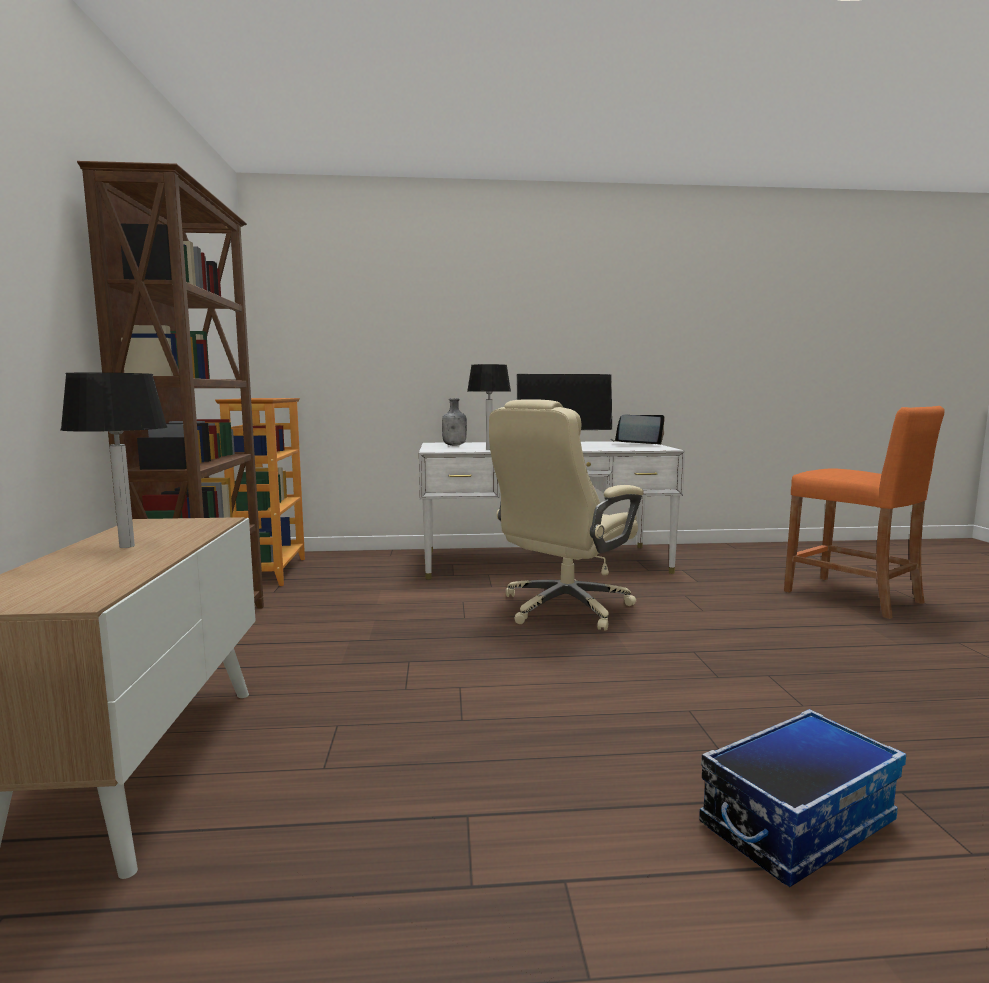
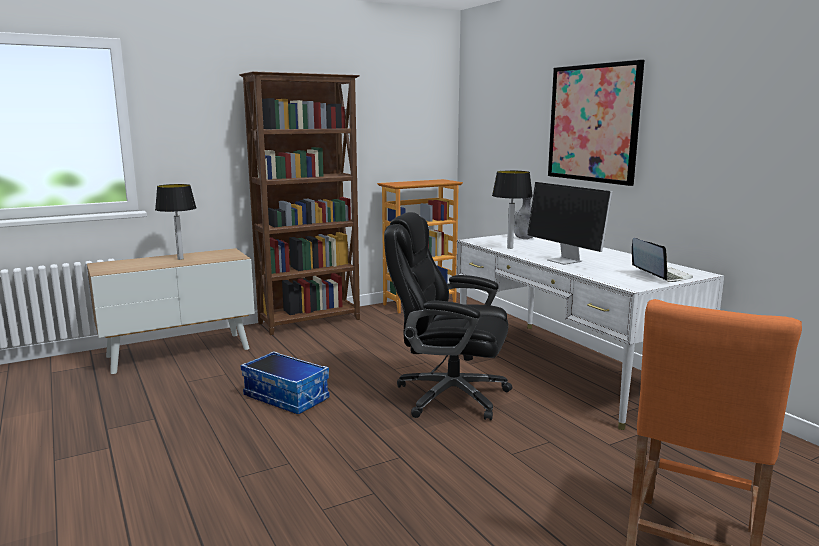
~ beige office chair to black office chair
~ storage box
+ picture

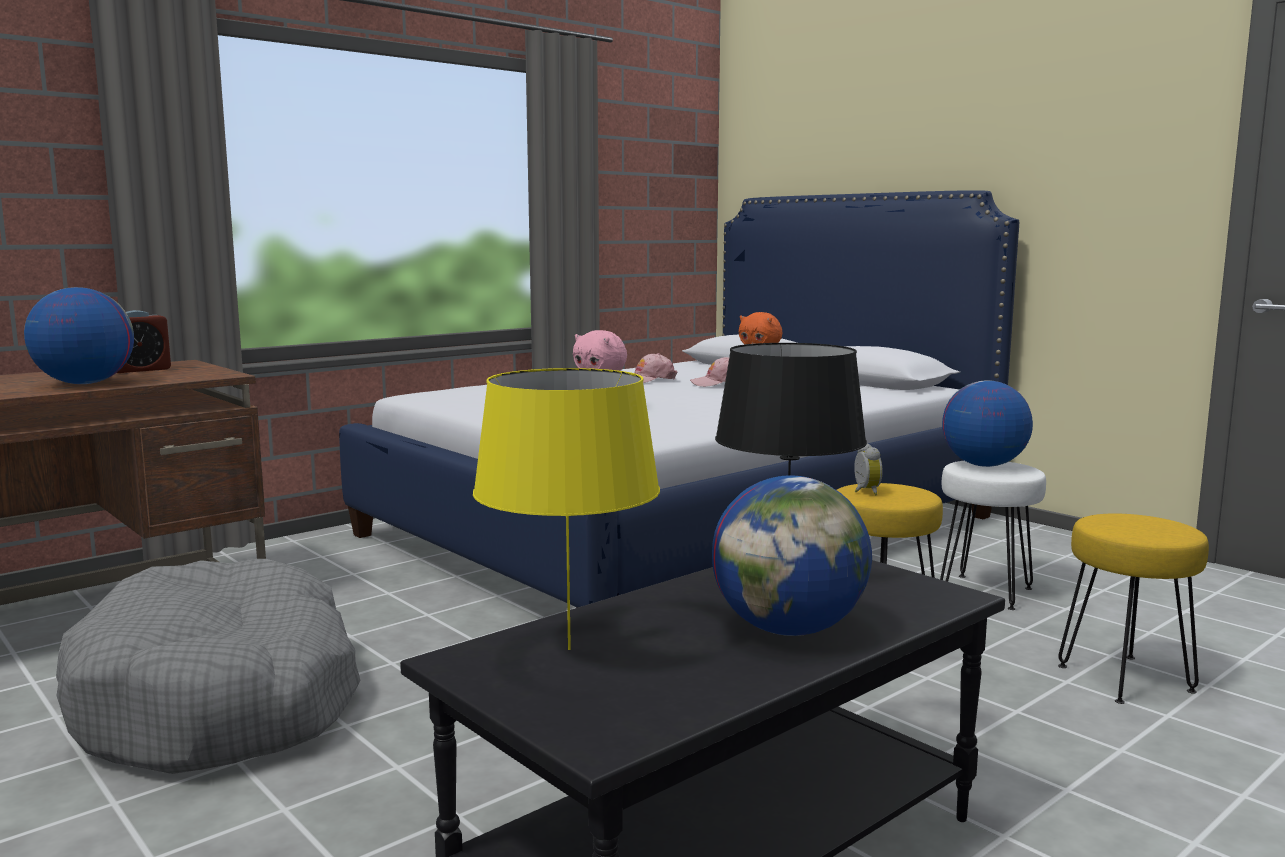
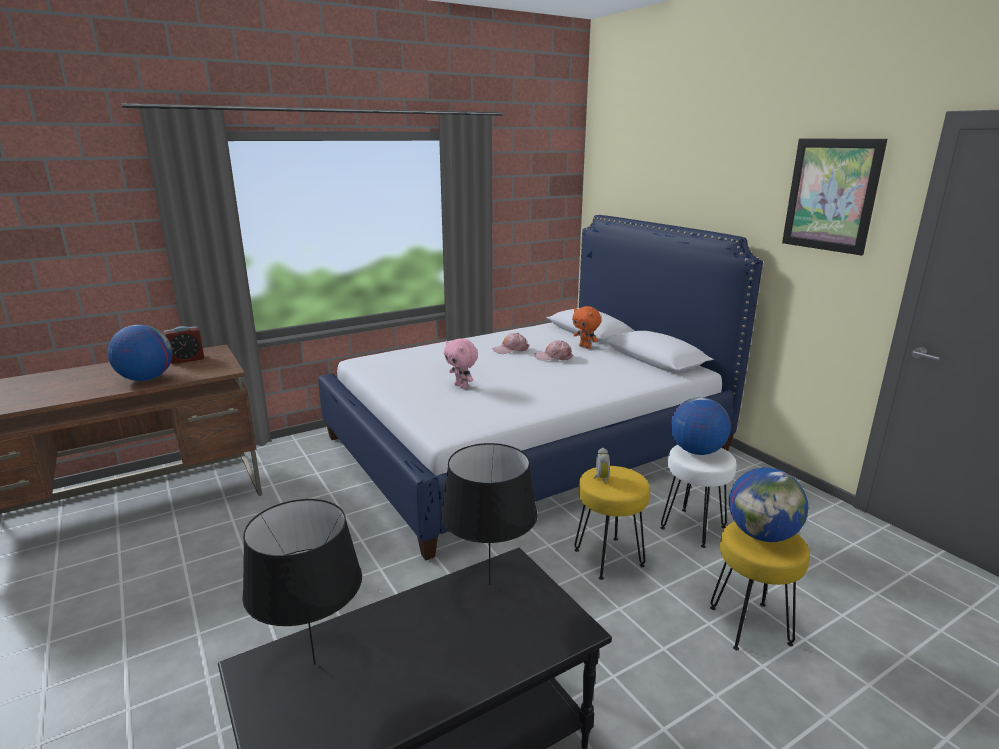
- grey dog bed
~ yellow table lamp to black table lamp (no. 1 from left)
~ globe (no. 2 from left in the first image) to globe (no. 3 from left)
+ picture

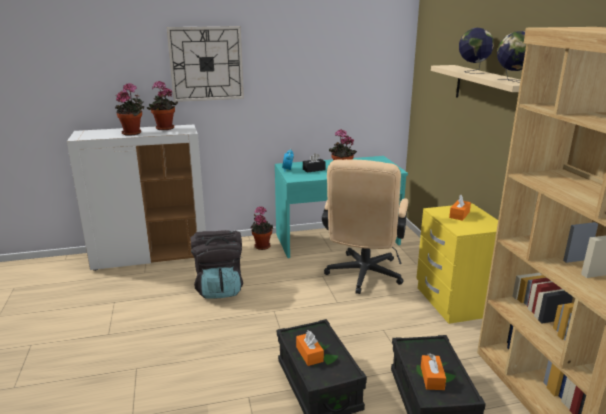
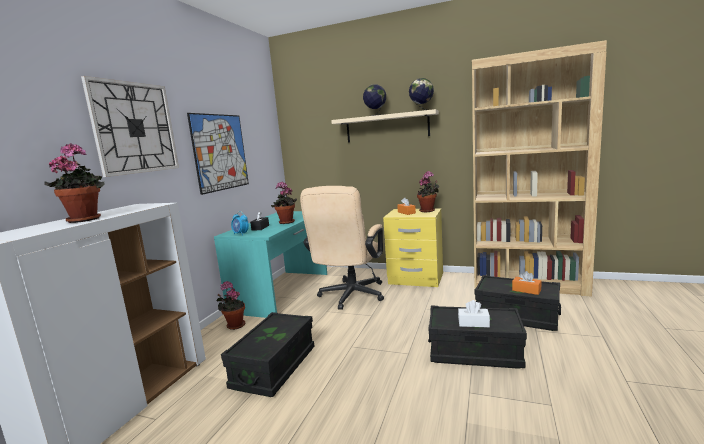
~ potted plant (no. 2 from left in the first image) to potted plant (no. 4 from left)
~ black backpack to black storage box (no. 1 from left)
~ orange tissue box (no. 1 from left) to white tissue box
~ beige office chair 60 degrees clockwise
+ picture

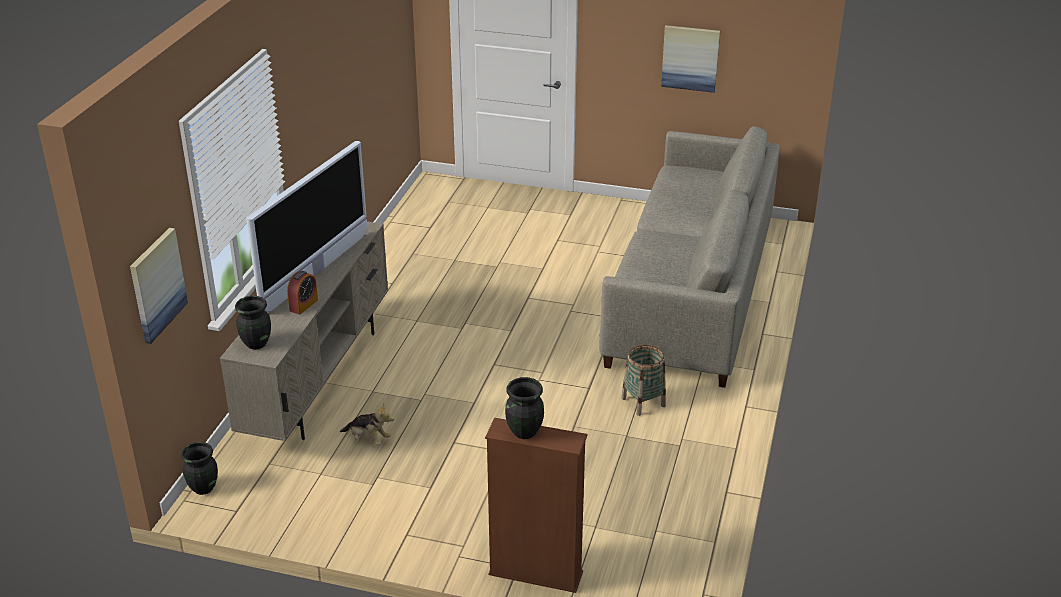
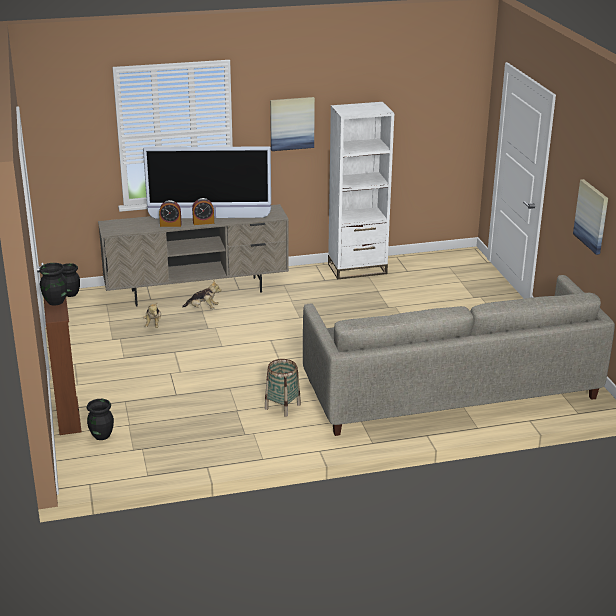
~ picture (no. 1 from left)
~ black vase (no. 2 from left in the first image) to black vase (no. 3 from left)
+ plush toy (no. 2 from left)
+ alarm clock (no. 2 from left)
+ white bookcase

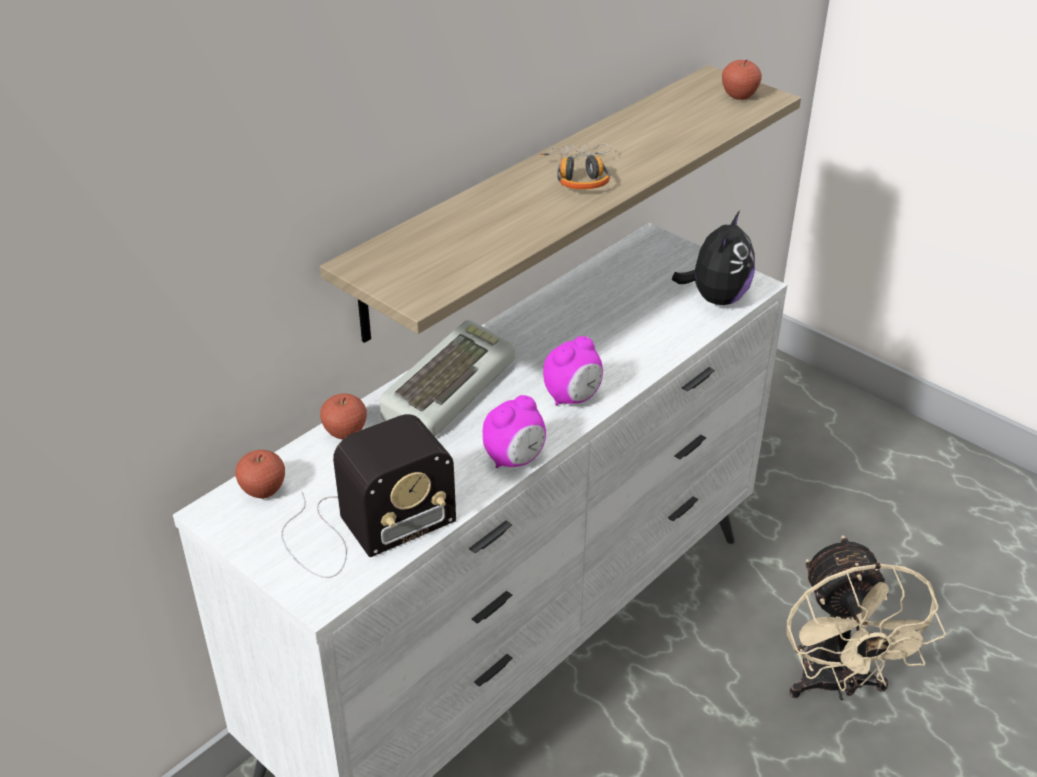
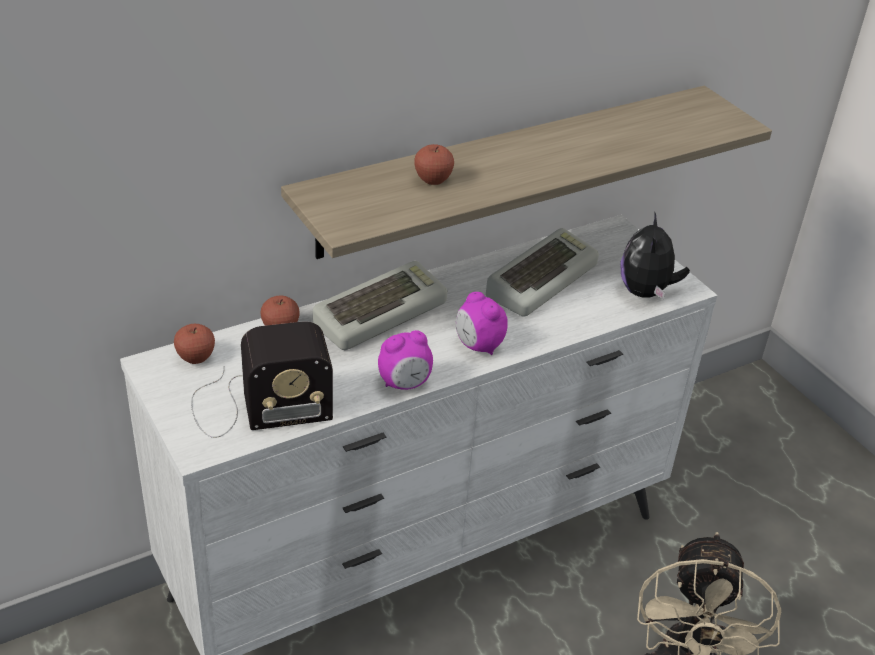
- headphones
~ alarm clock (no. 2 from left) 75 degrees clockwise
~ plush toy 150 degrees clockwise
~ apple (no. 3 from left)
+ keyboard (no. 2 from left)

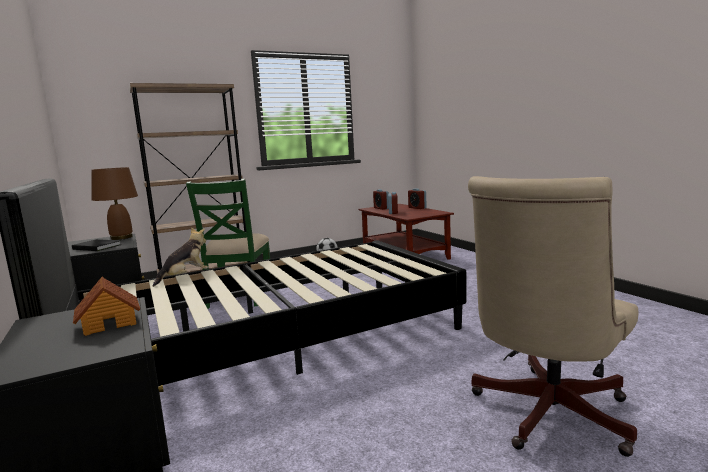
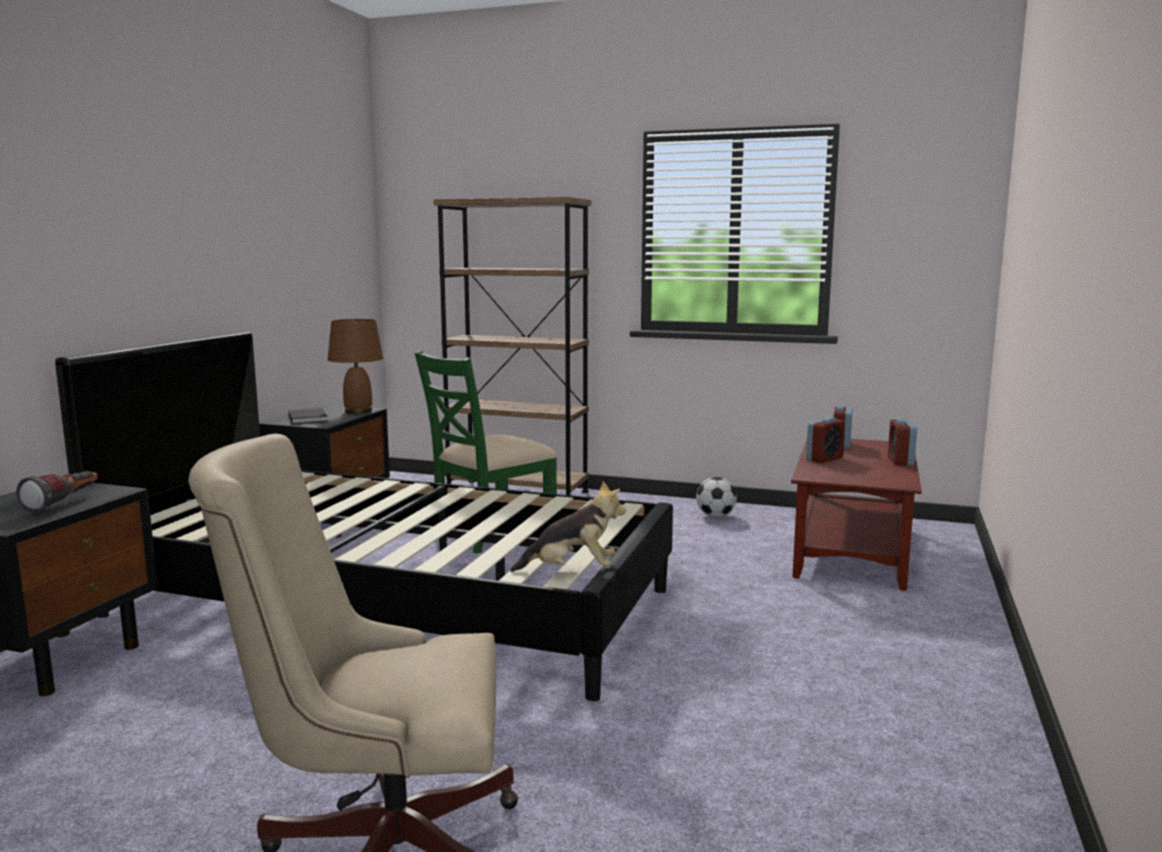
~ toy house to flashlight
~ plush toy

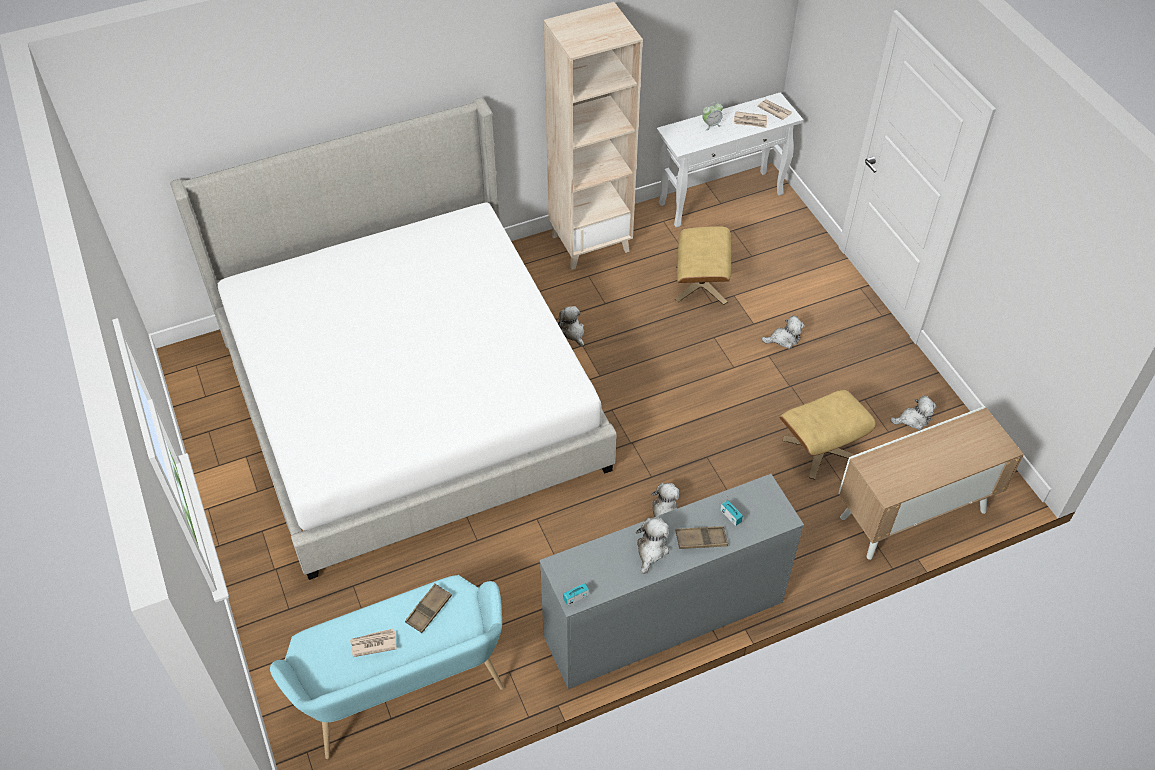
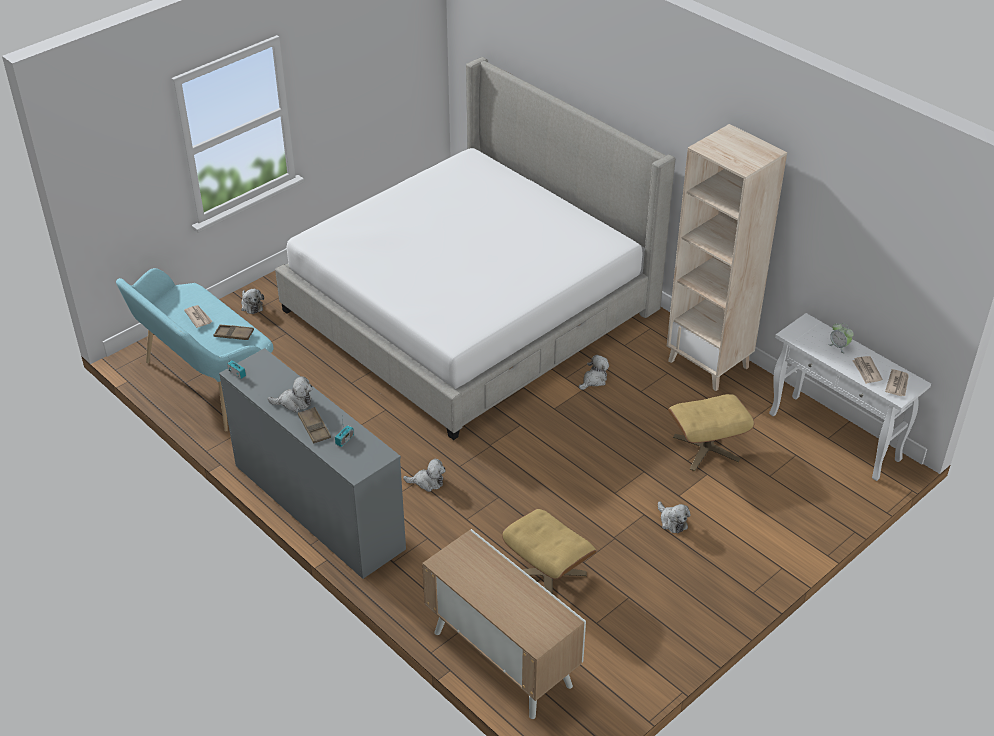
~ plush toy (no. 5 from left in the first image) to plush toy (no. 1 from left)

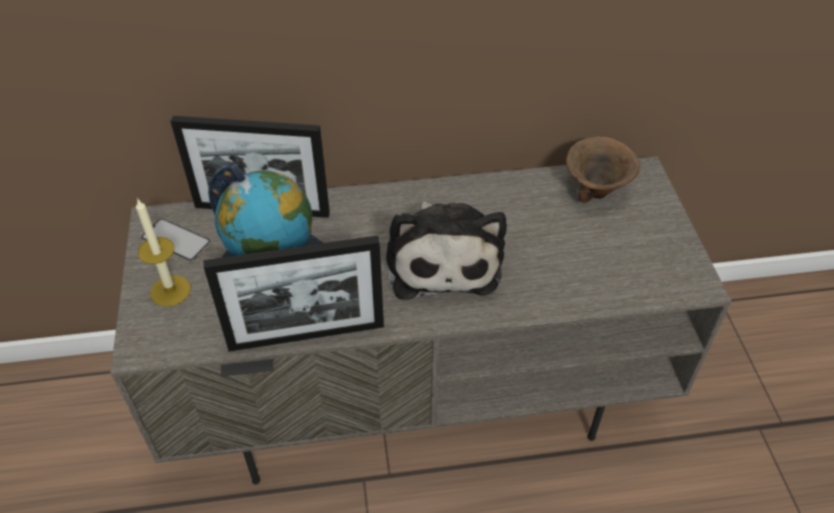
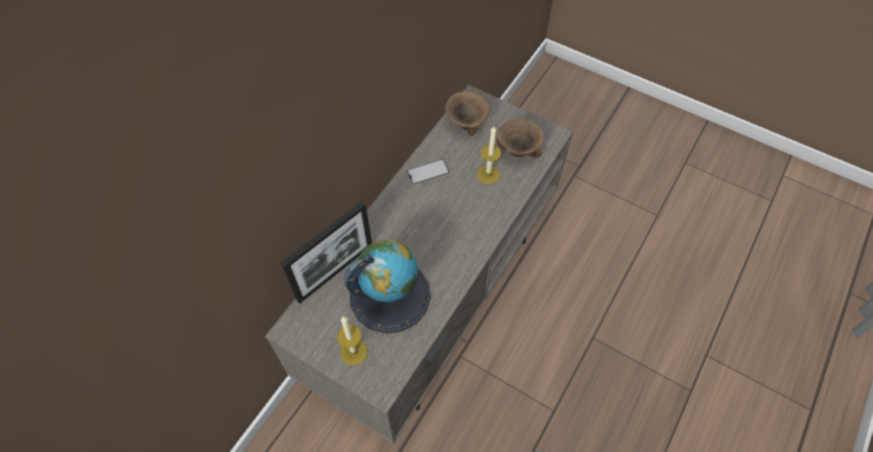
~ phone
- picture frame (no. 2 from left)
- plush toy
+ candle (no. 2 from left)
+ brown bowl (no. 2 from left)

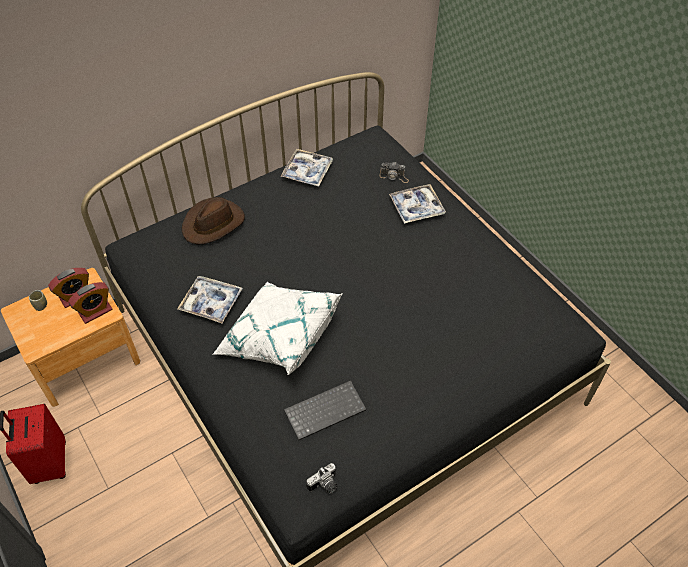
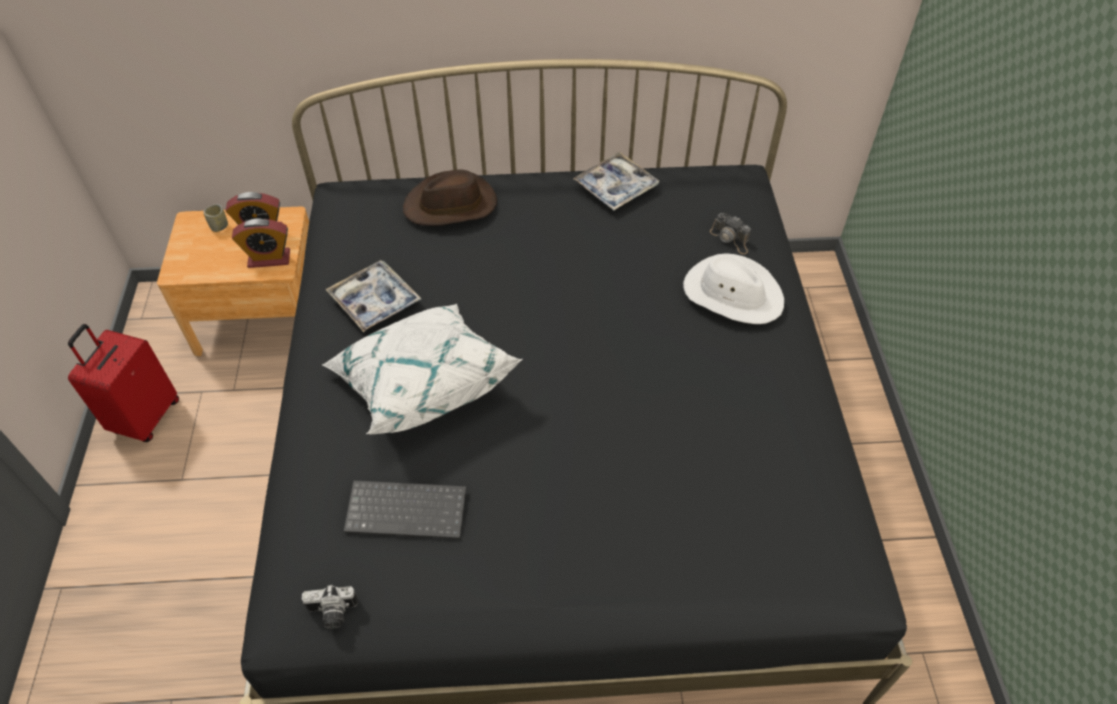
~ tray (no. 3 from left) to white hat

